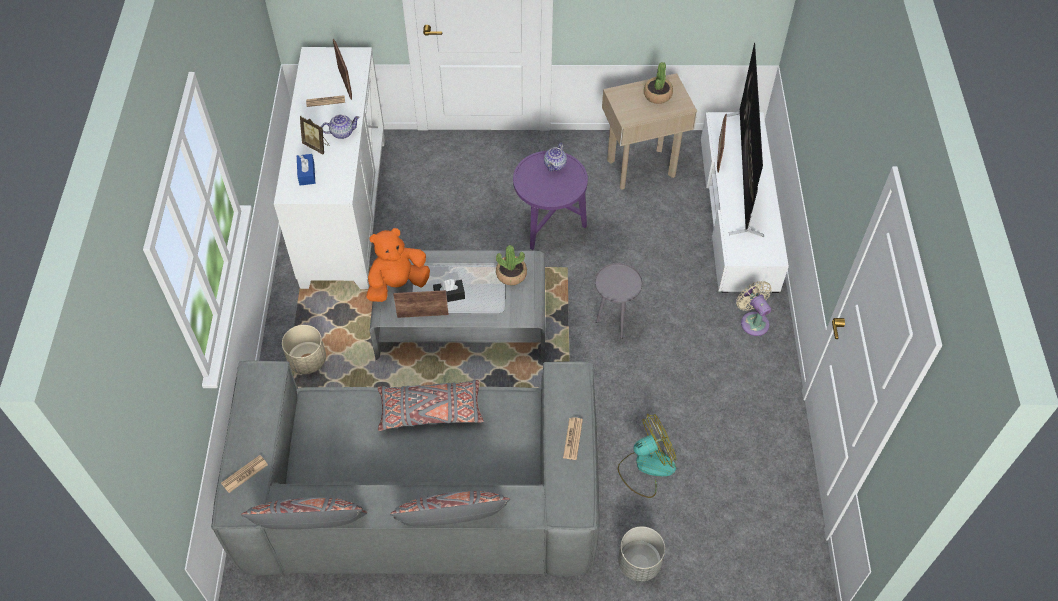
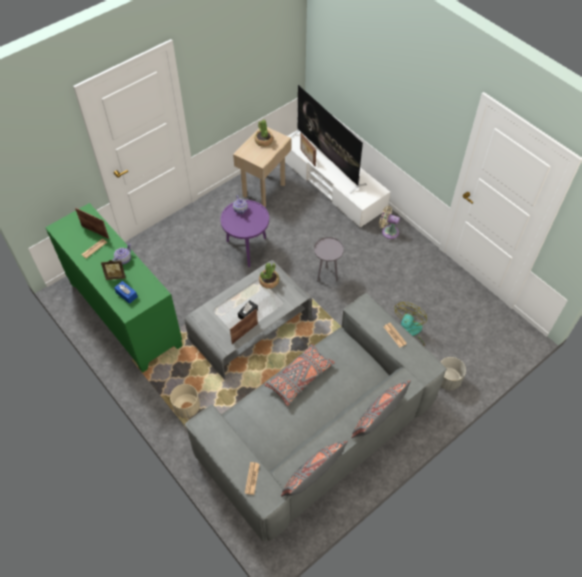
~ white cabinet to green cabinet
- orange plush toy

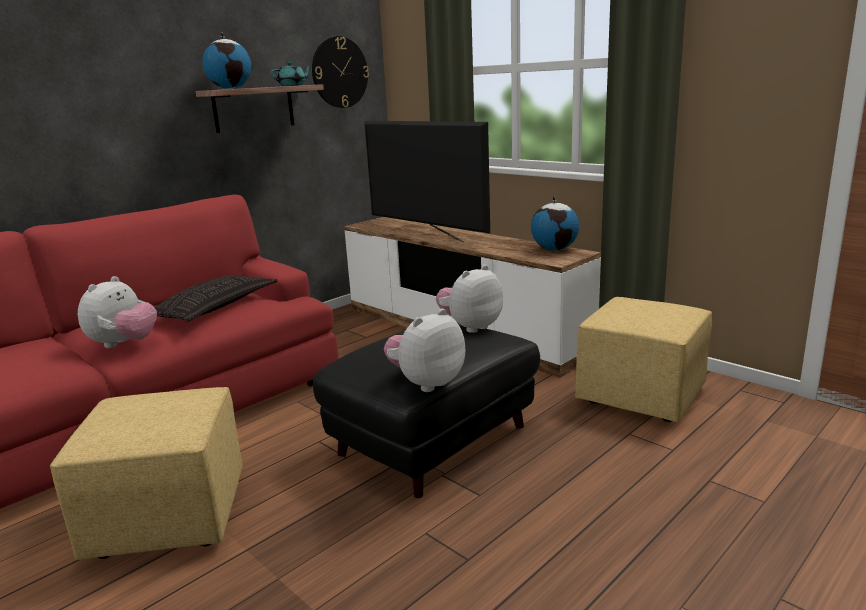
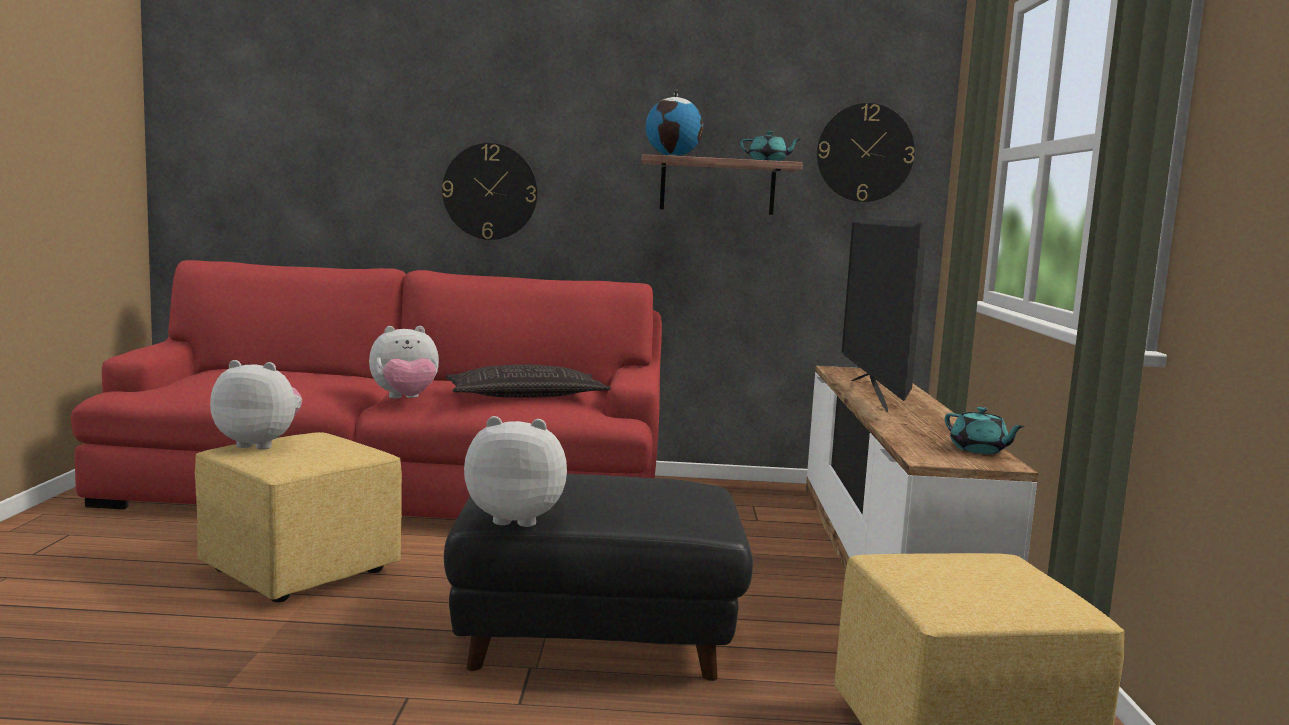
~ plush toy (no. 3 from left in the first image) to plush toy (no. 1 from left)
~ globe (no. 2 from left) to turquoise teapot (no. 2 from left)
+ wall clock (no. 1 from left)

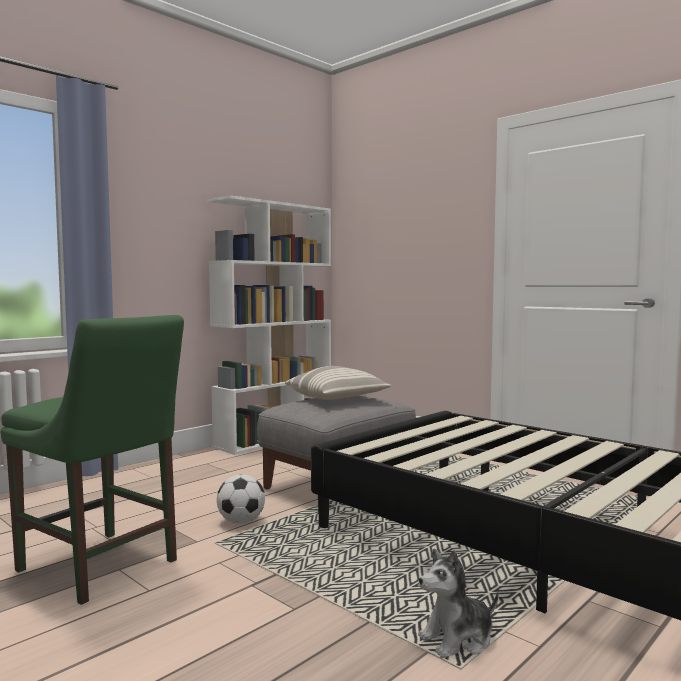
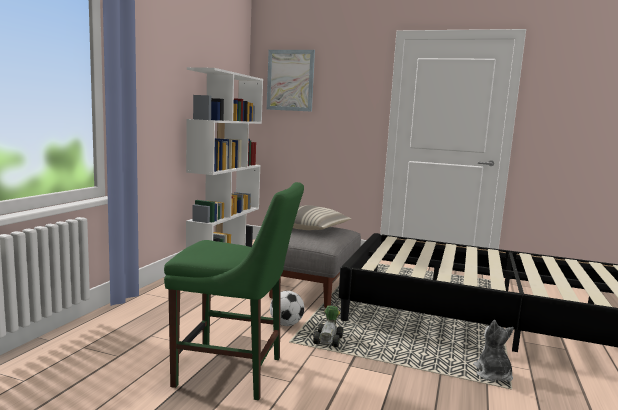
~ plush toy 135 degrees clockwise
+ picture
+ toy car

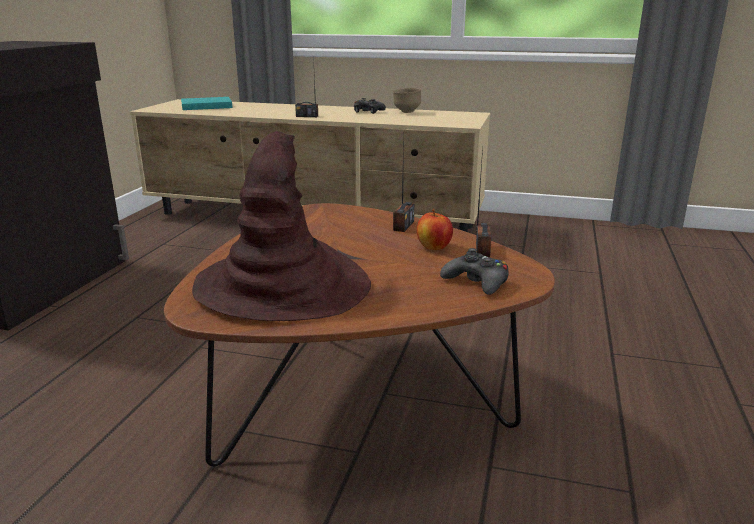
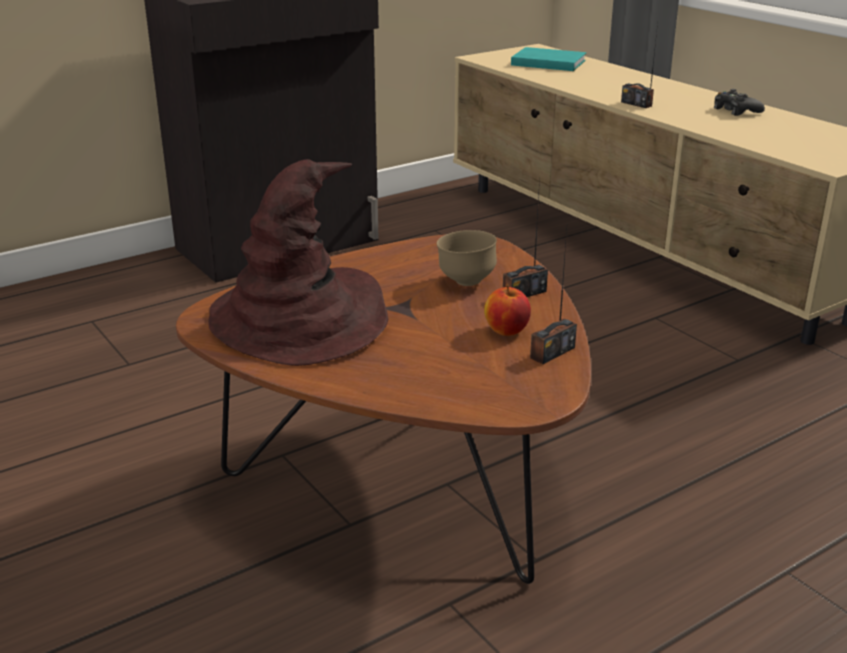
~ brown bowl
- black game controller (no. 2 from left)

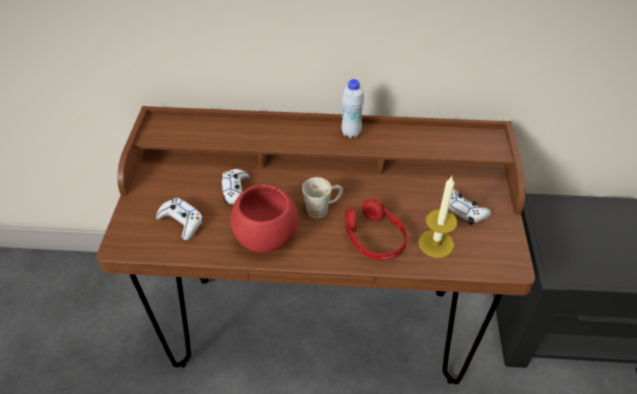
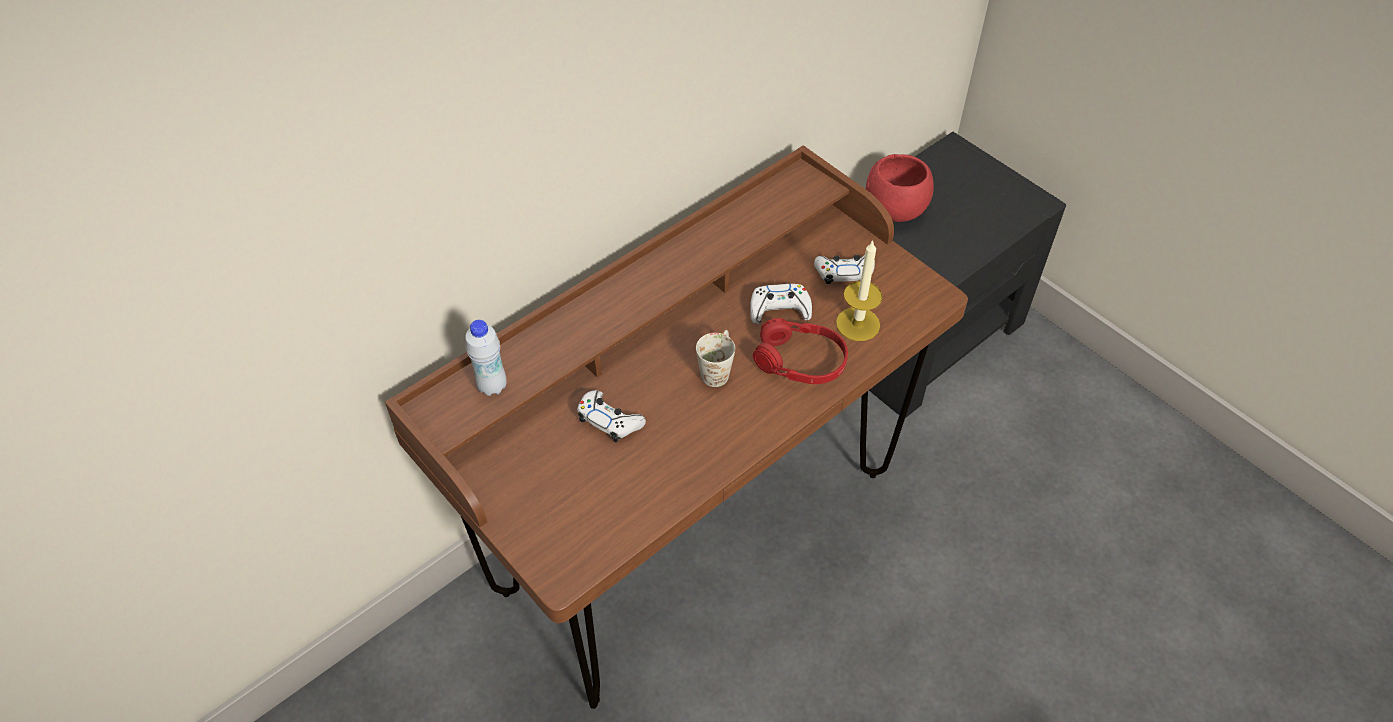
~ white game controller (no. 1 from left in the first image) to white game controller (no. 2 from left)
~ red bowl
~ white bottle

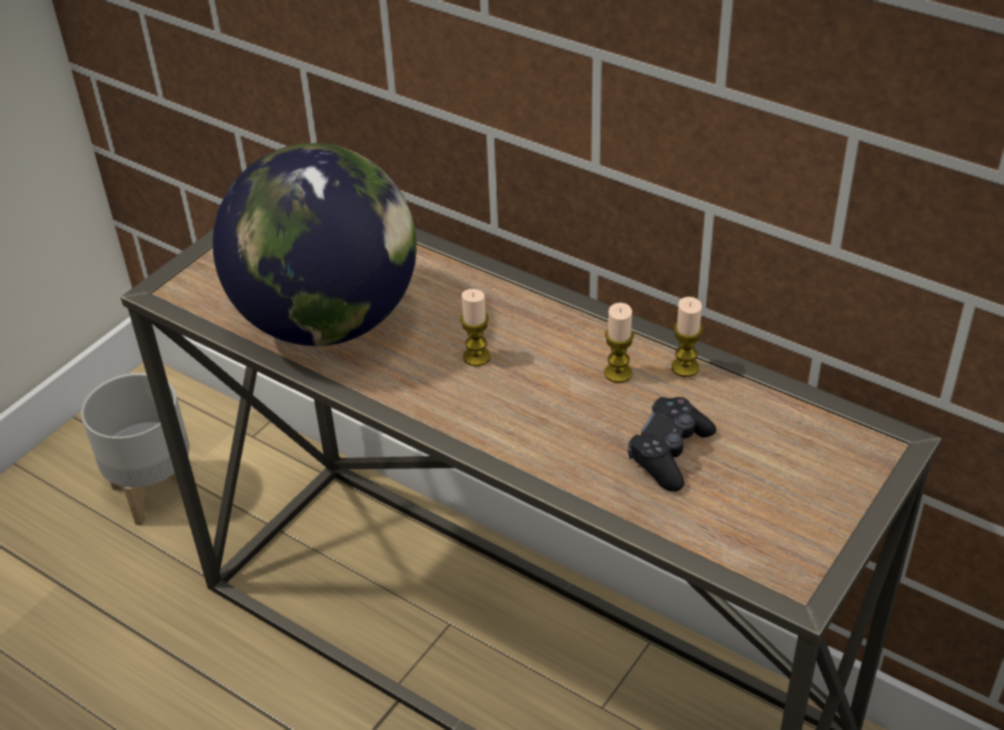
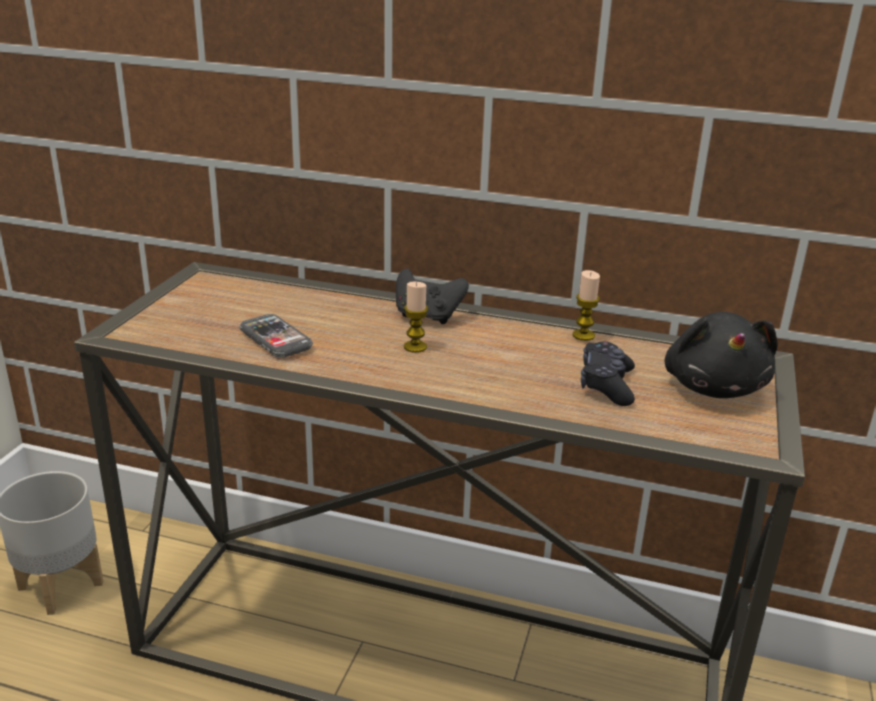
~ globe to phone
- candle (no. 2 from left)
+ black game controller (no. 1 from left)
+ black plush toy

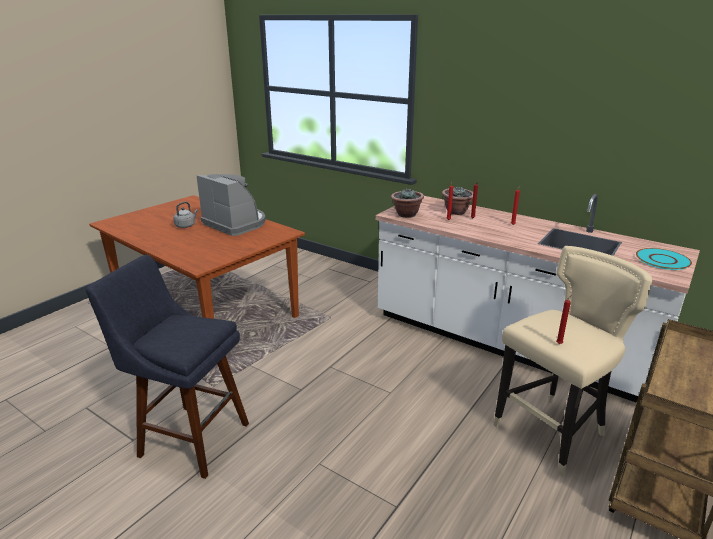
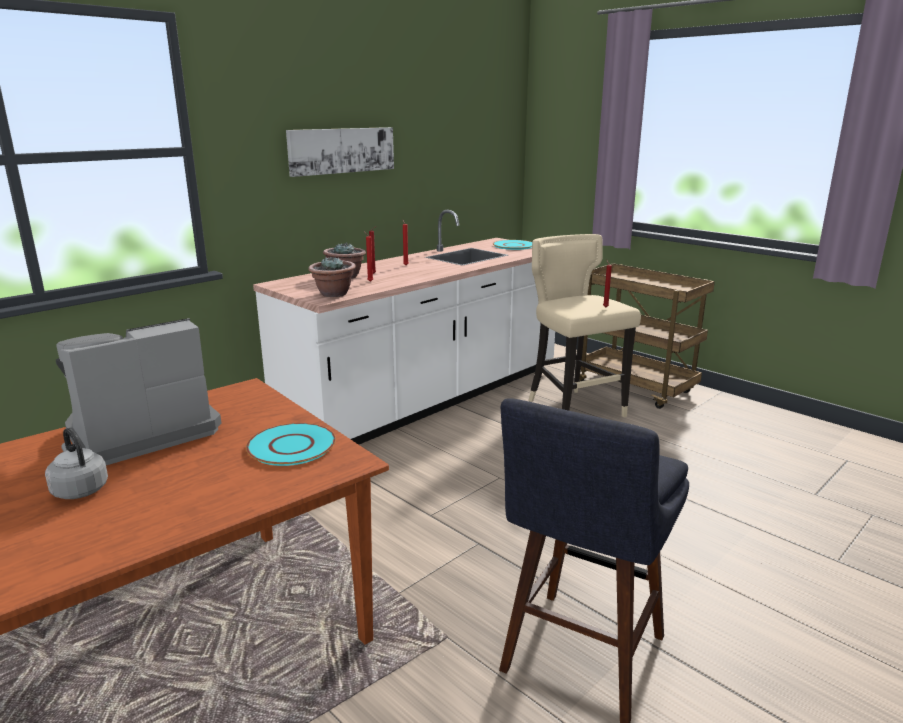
+ turquoise plate (no. 1 from left)
+ picture

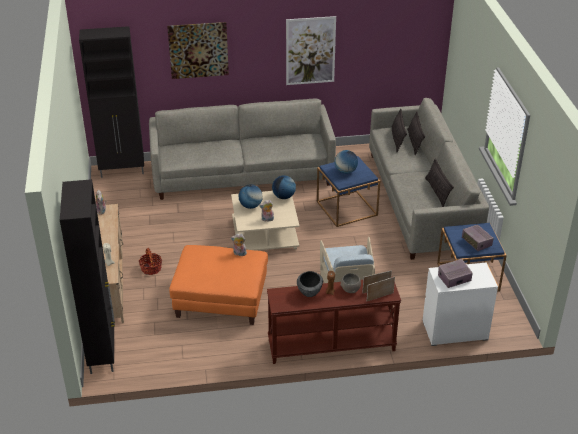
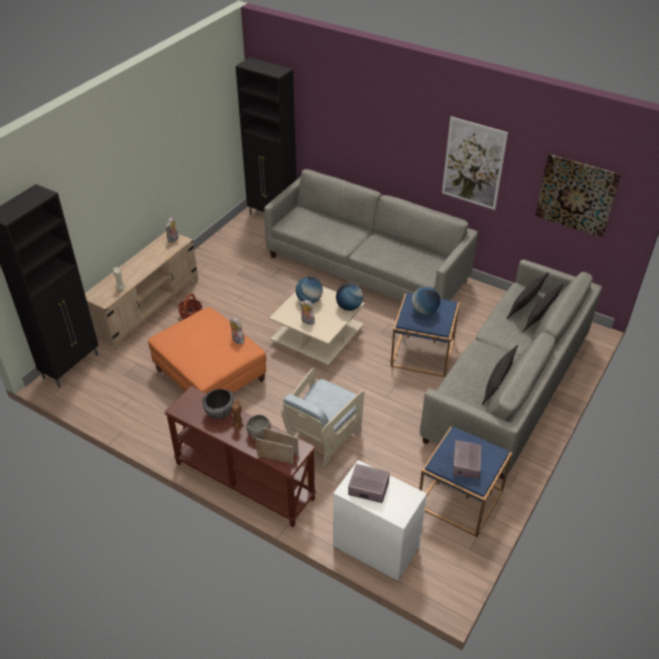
~ picture (no. 1 from left in the first image) to picture (no. 2 from left)

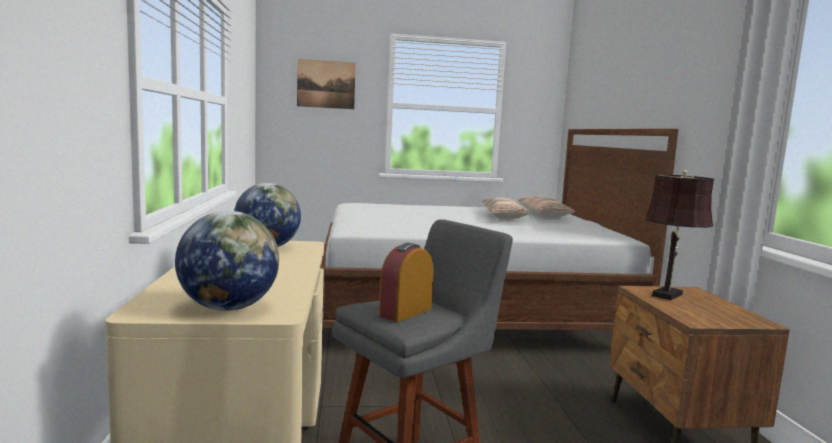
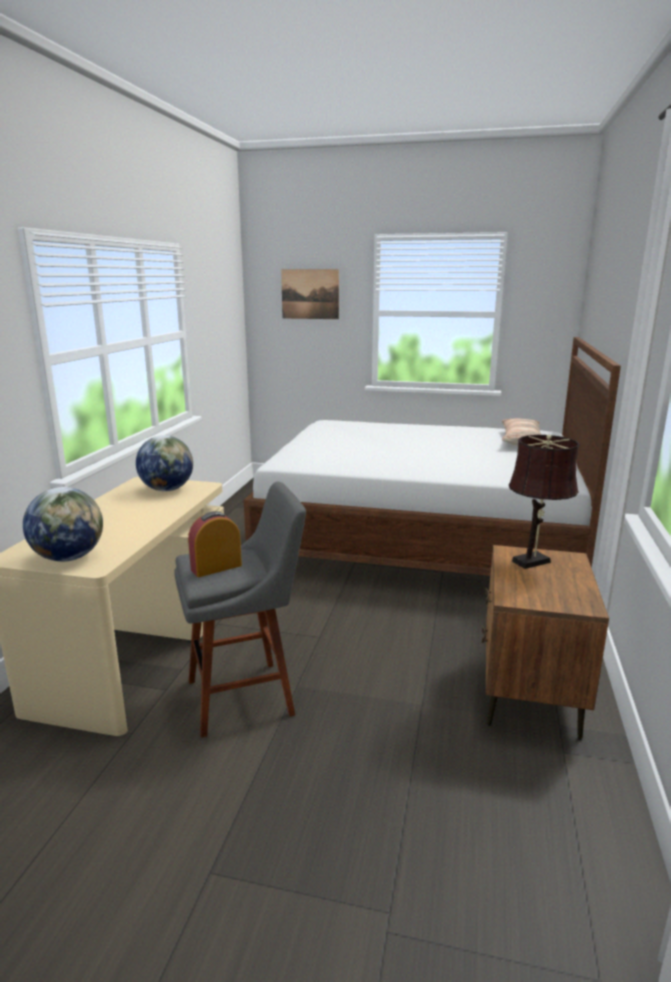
- pillow (no. 1 from left)

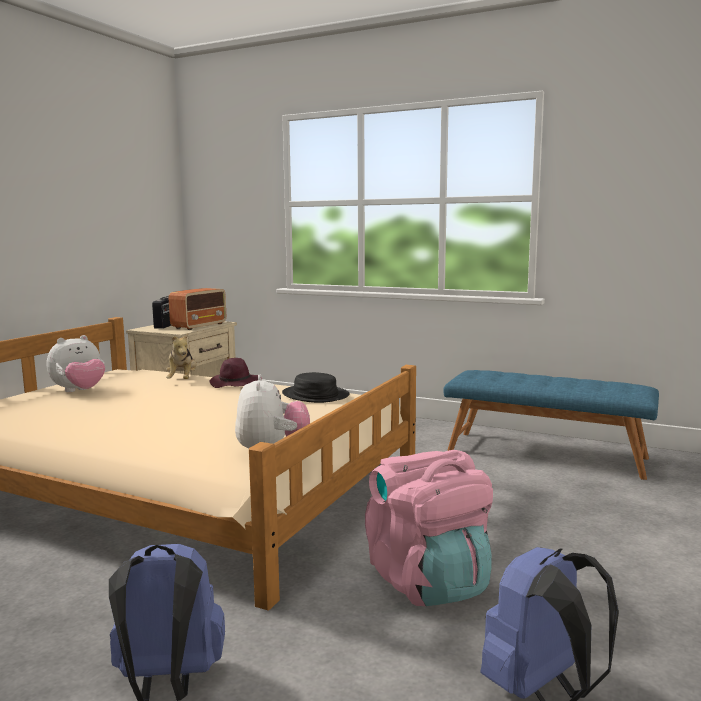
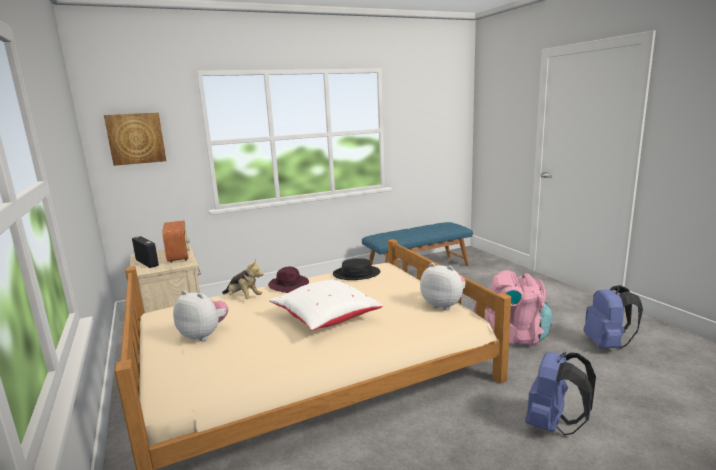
~ plush toy (no. 1 from left) 60 degrees counterclockwise
+ picture
+ white pillow

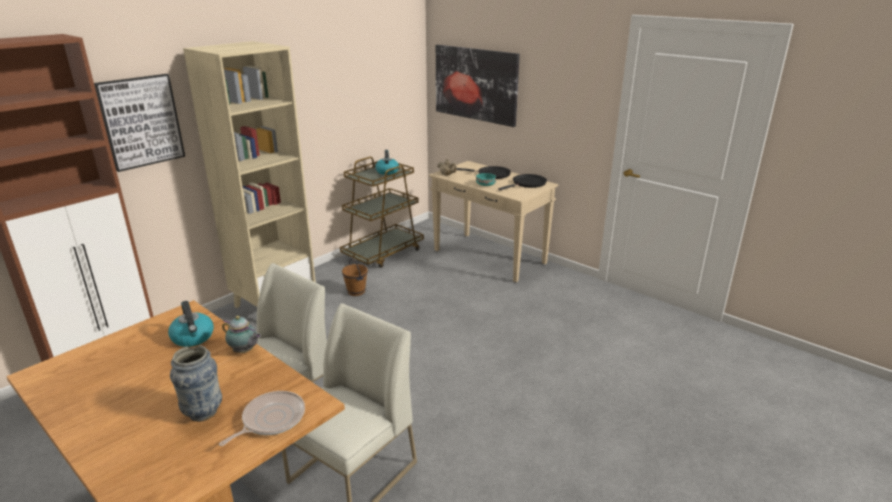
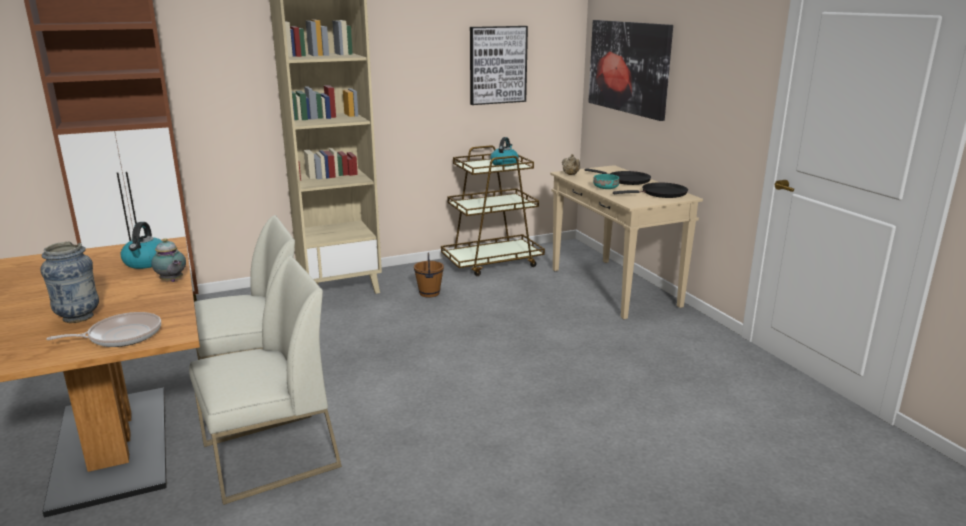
~ picture (no. 1 from left)

